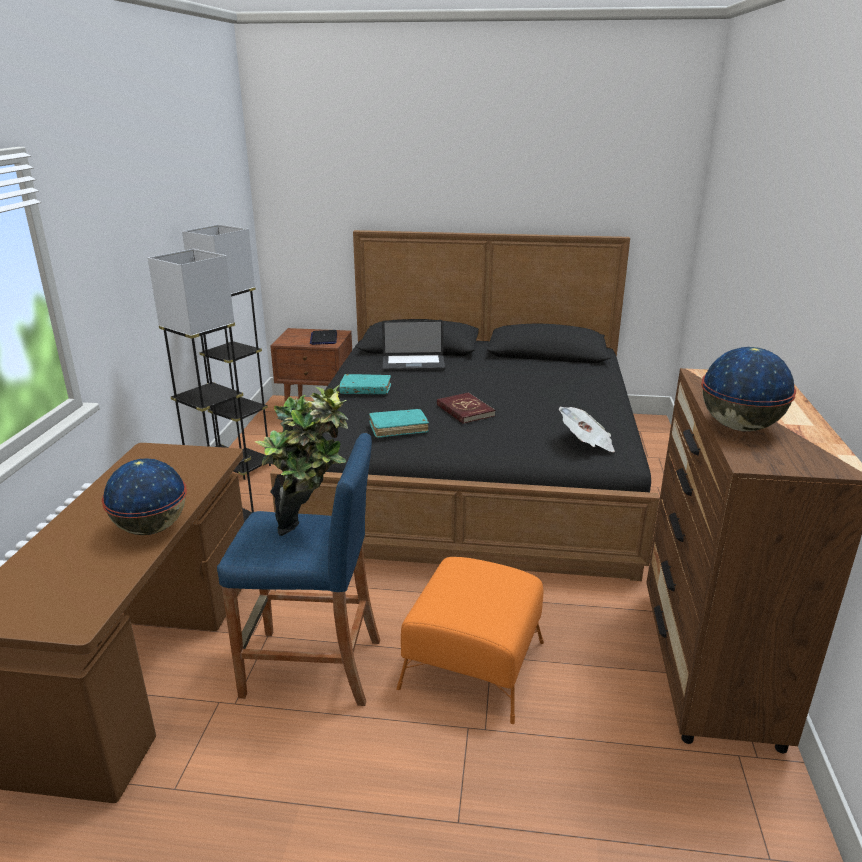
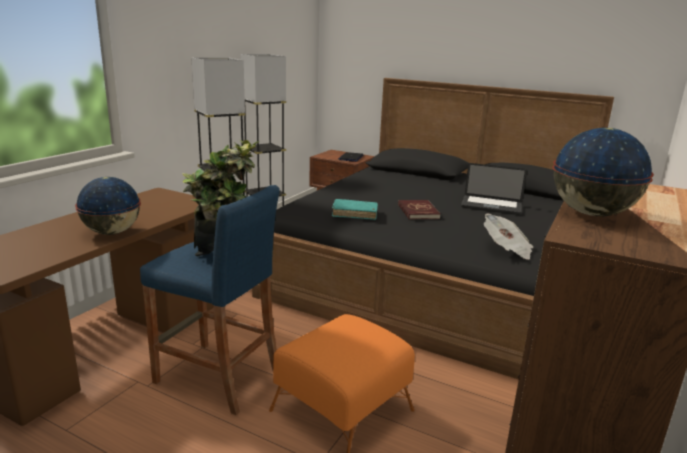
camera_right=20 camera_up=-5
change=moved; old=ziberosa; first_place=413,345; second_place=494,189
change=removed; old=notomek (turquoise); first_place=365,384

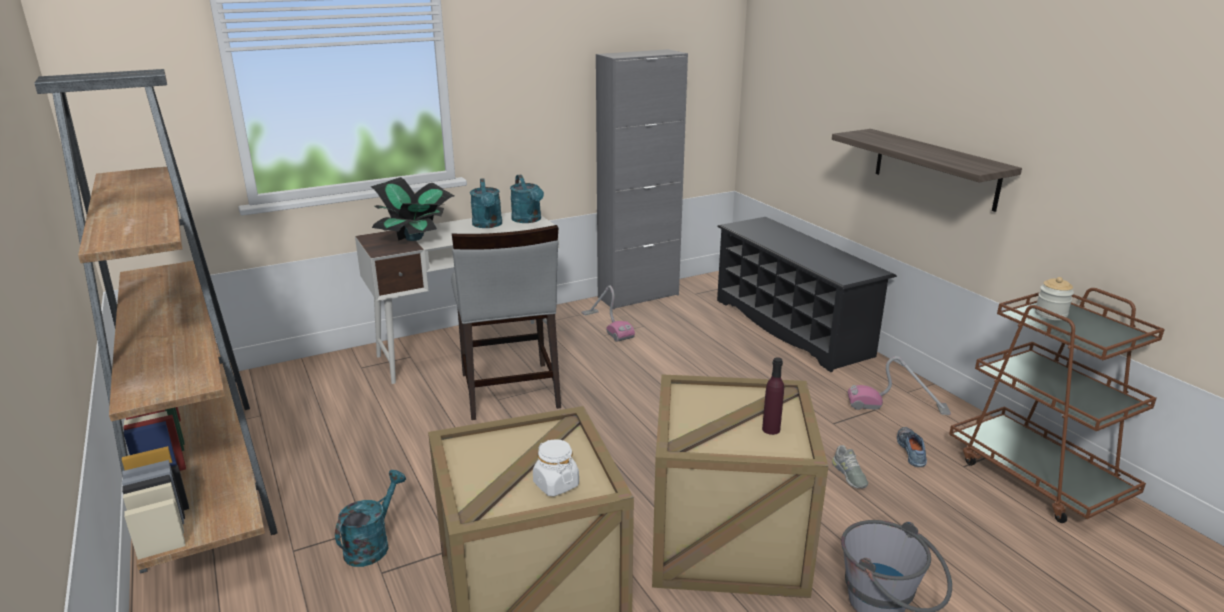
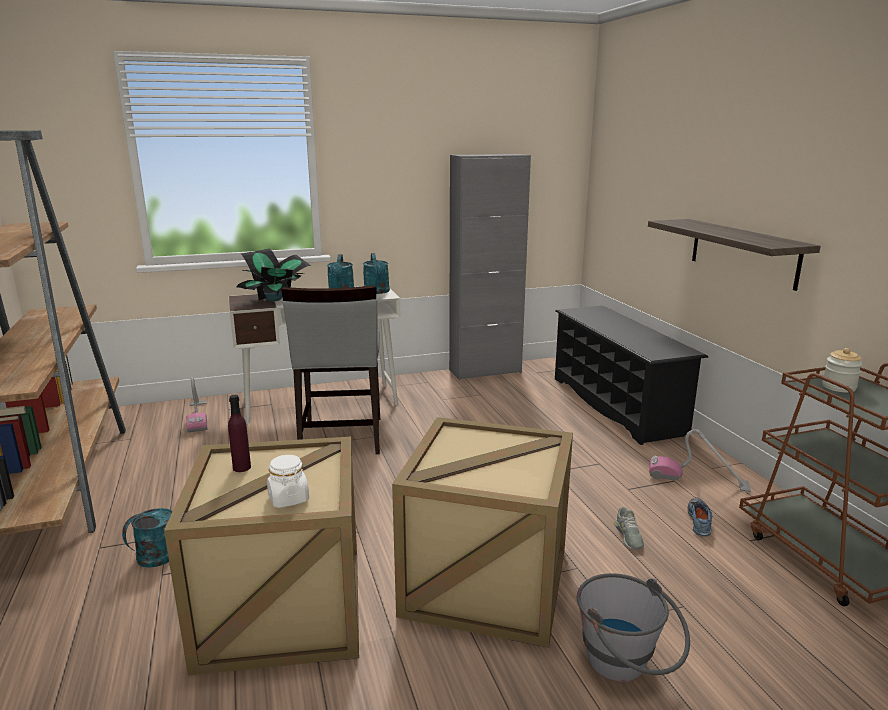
camera_right=10 camera_up=-5
change=moved; old=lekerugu; first_place=608,313; second_place=197,404
change=moved; old=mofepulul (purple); first_place=773,396; second_place=239,433

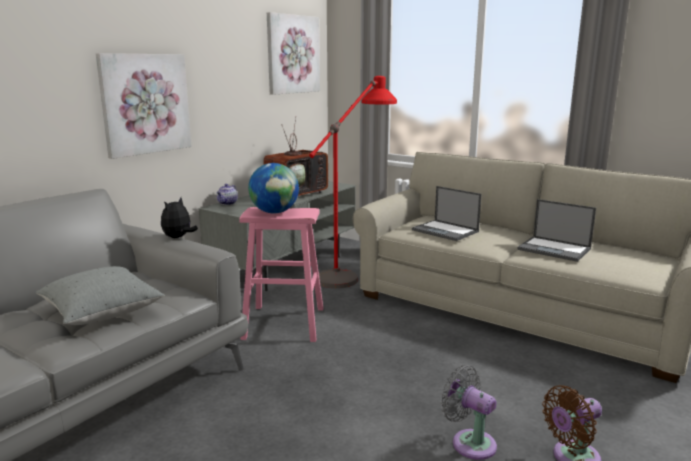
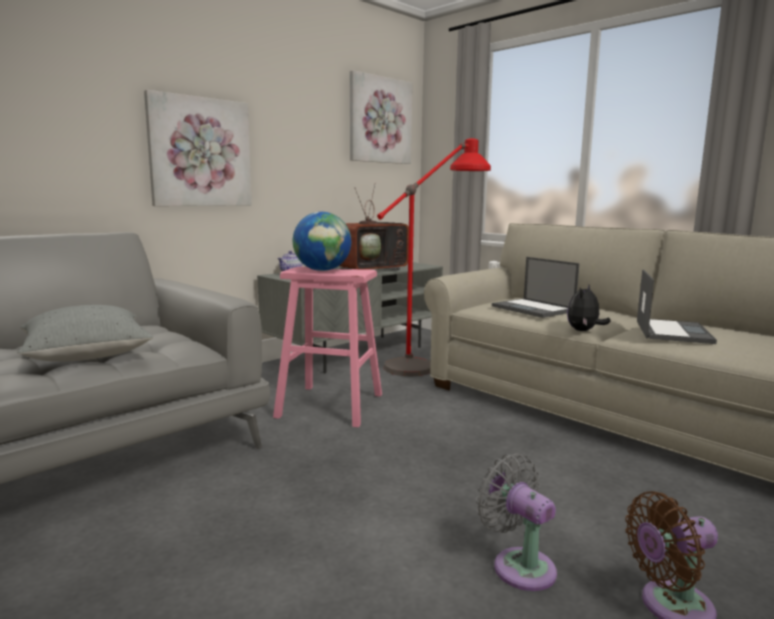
camera_right=10 camera_up=-5
change=moved; old=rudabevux; first_place=179,218; second_place=589,308
change=turned; old=ziberosa; first_place=556,230; second_place=677,307; degrees=-120

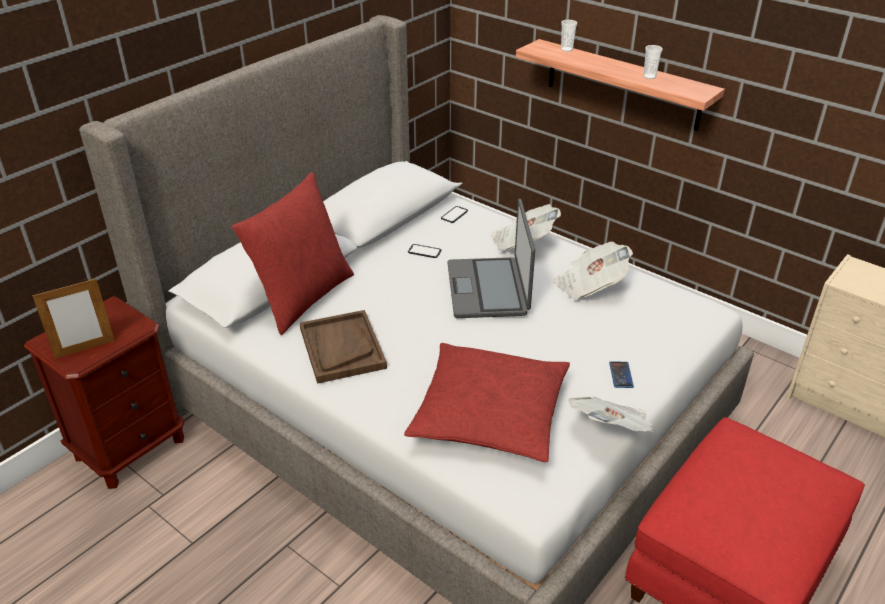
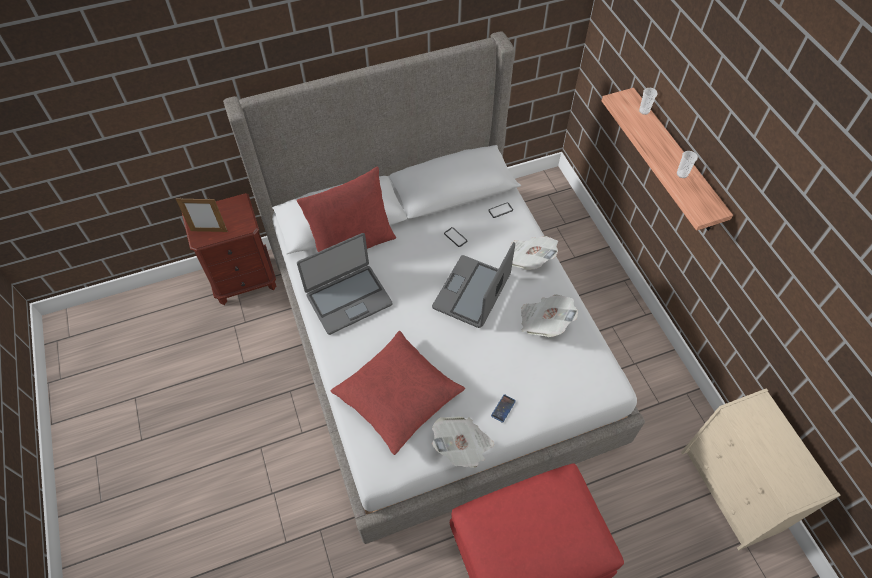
camera_right=30 camera_up=20
change=replaced; old=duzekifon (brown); new=ziberosa; first_place=343,347; second_place=345,284

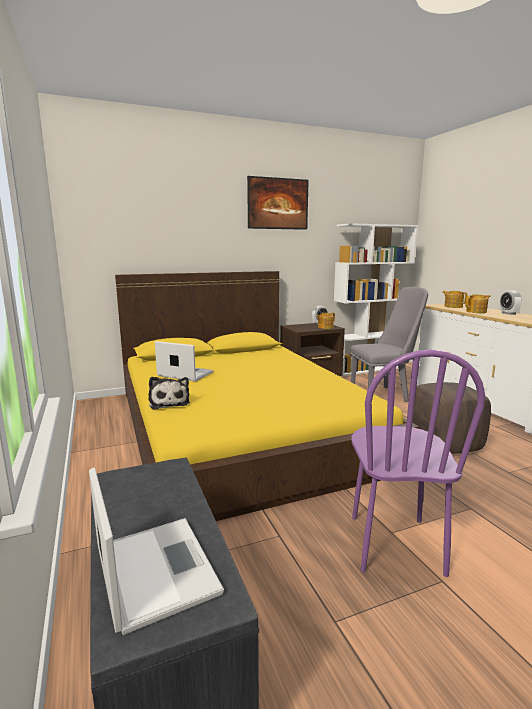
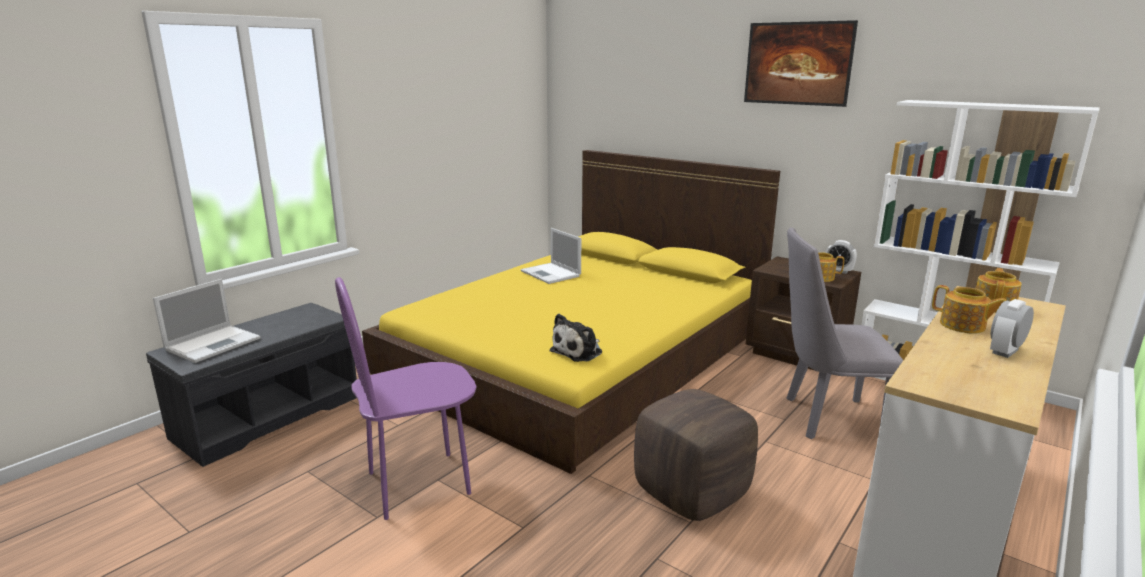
camera_right=60 camera_up=5
change=turned; old=ziberosa; first_place=184,361; second_place=551,256; degrees=150
change=moved; old=rudabevux; first_place=169,393; second_place=576,337
change=turned; old=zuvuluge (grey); first_place=389,344; second_place=844,333; degrees=135

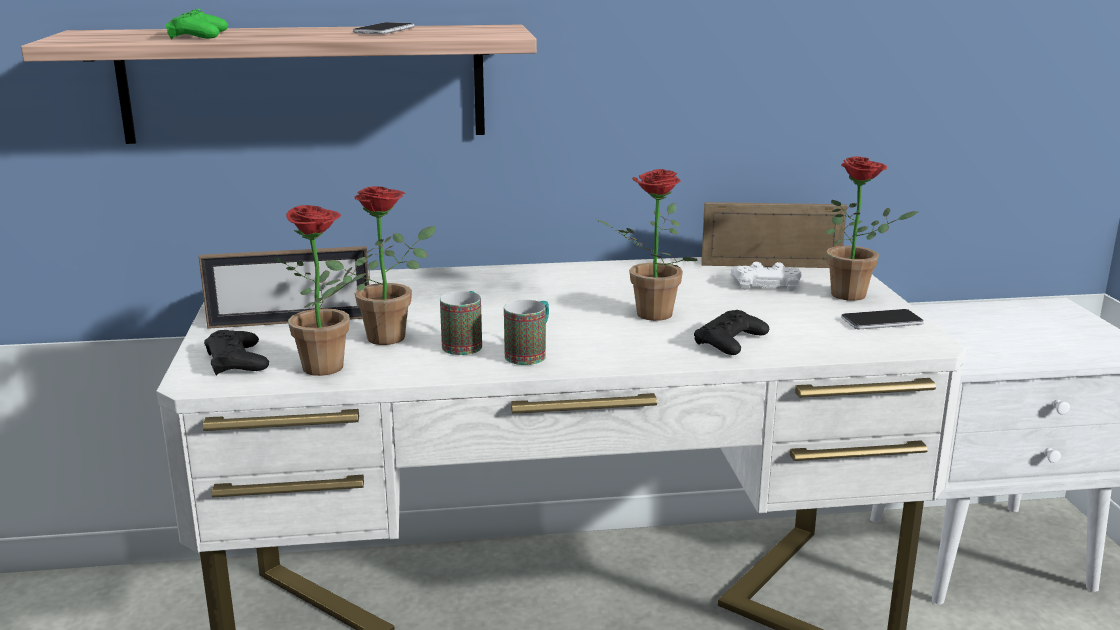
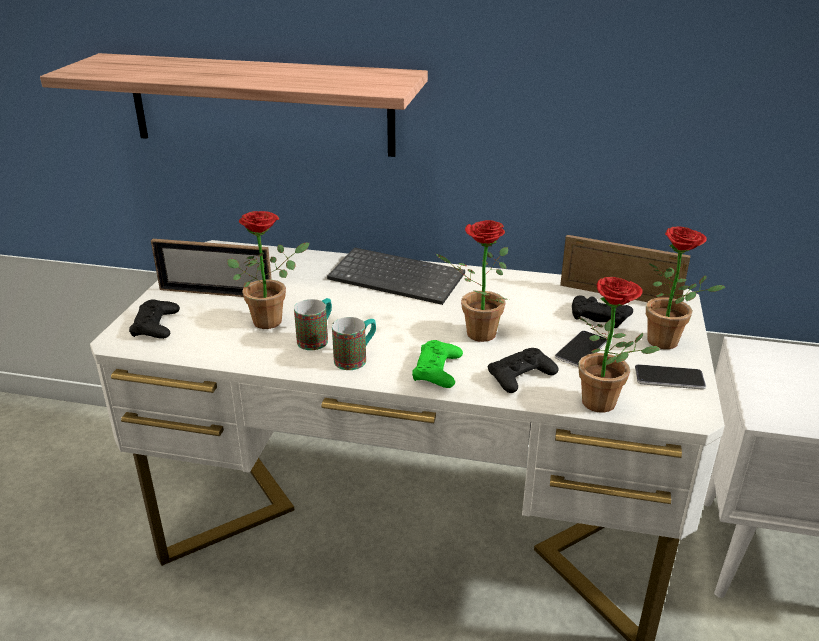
camera_right=20 camera_up=10
change=added; new=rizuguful; second_place=396,276
change=moved; old=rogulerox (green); first_place=197,24; second_place=437,364
change=moved; old=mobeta; first_place=383,28; second_place=581,349
change=recoloured; old=rogulerox (white); new=rogulerox (black); first_place=766,276; second_place=602,311
change=moved; old=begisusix; first_place=320,290; second_place=619,345

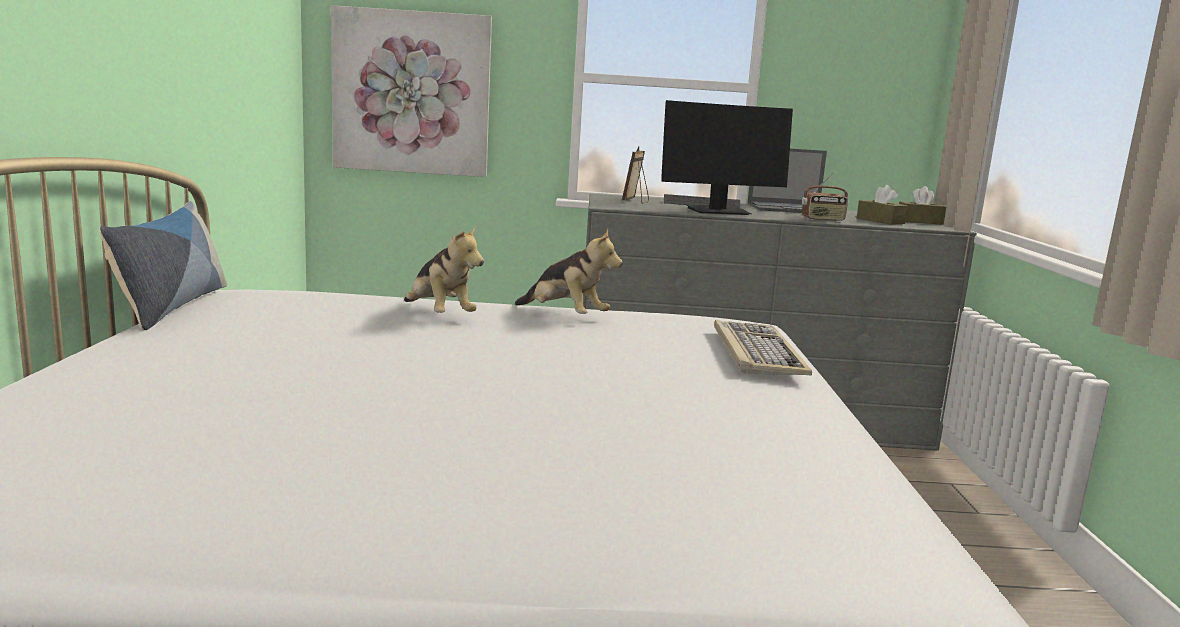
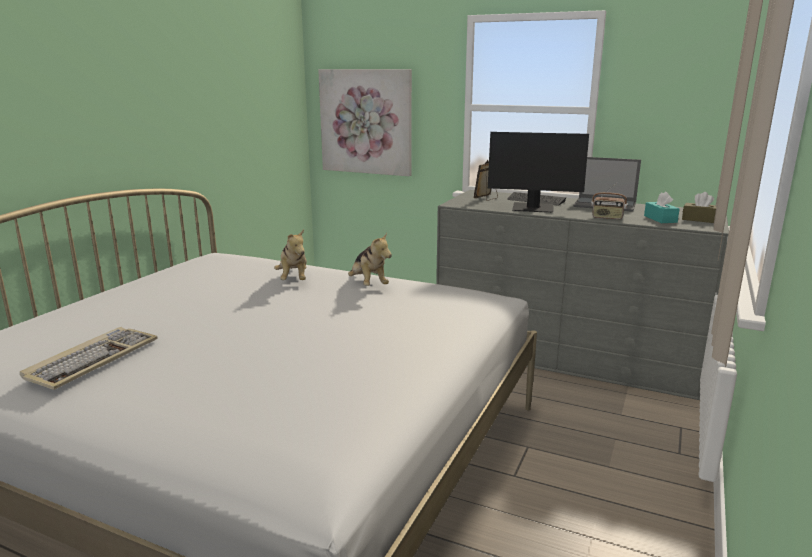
camera_right=25 camera_up=5
change=moved; old=rizuguful; first_place=763,347; second_place=89,358
change=recoloured; old=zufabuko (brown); new=zufabuko (turquoise); first_place=882,205; second_place=661,207
change=removed; old=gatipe; first_place=163,266

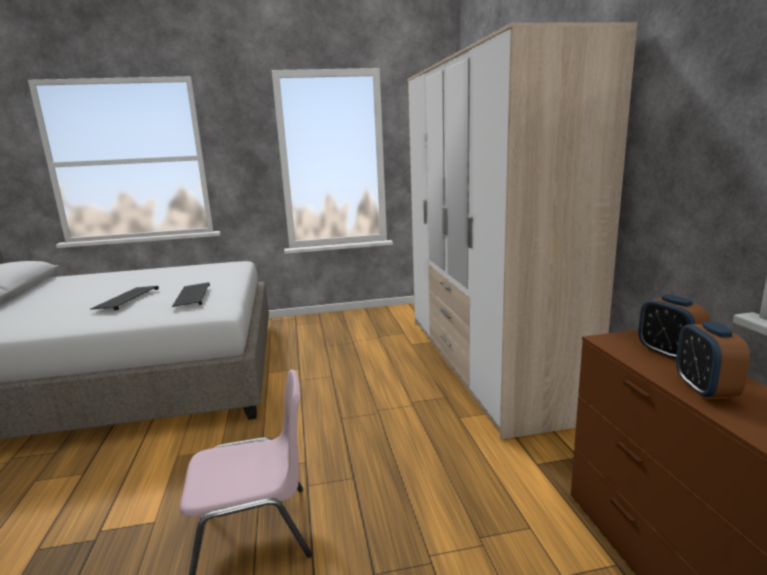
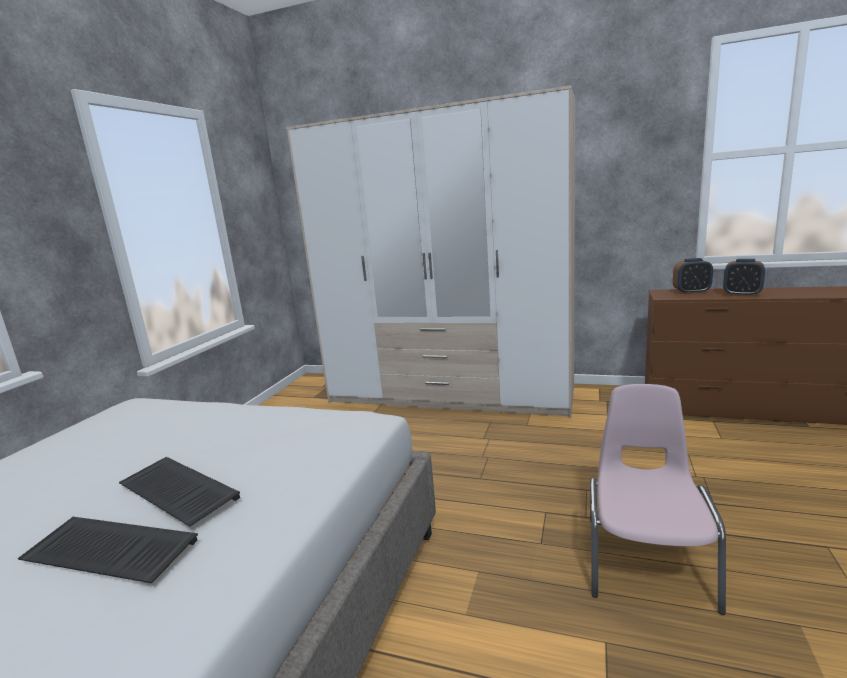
camera_right=-60 camera_up=0
change=moved; old=rizuguful; first_place=191,294; second_place=108,550

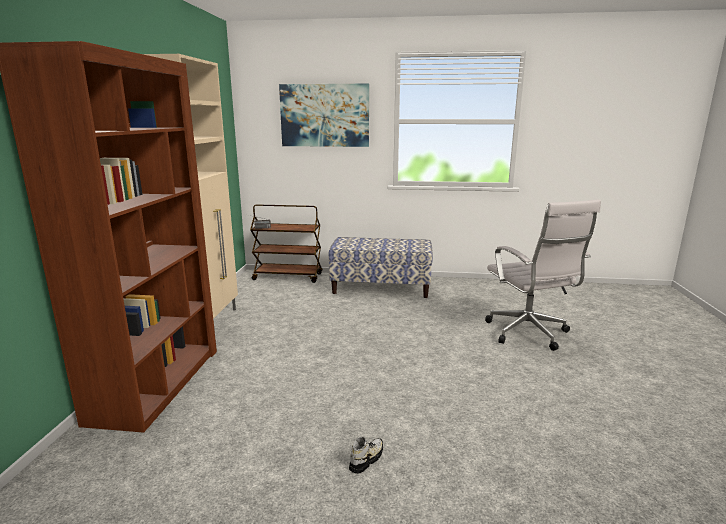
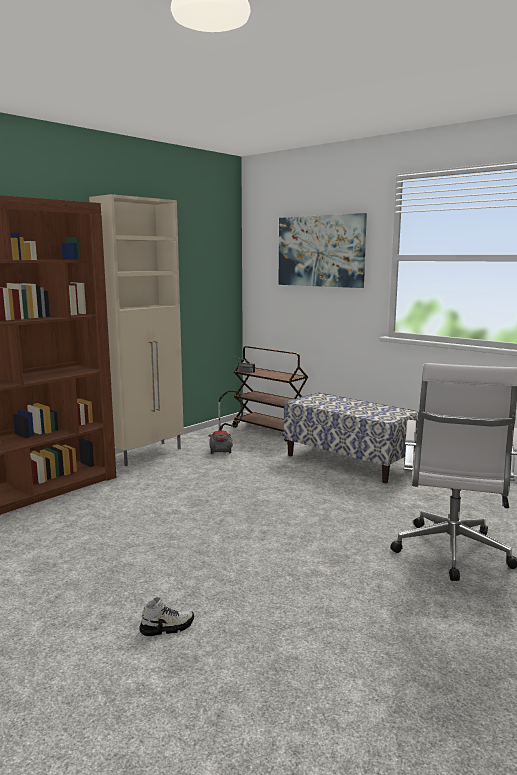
camera_right=35 camera_up=-5
change=moved; old=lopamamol; first_place=366,455; second_place=166,616
change=added; new=lekerugu; second_place=226,422

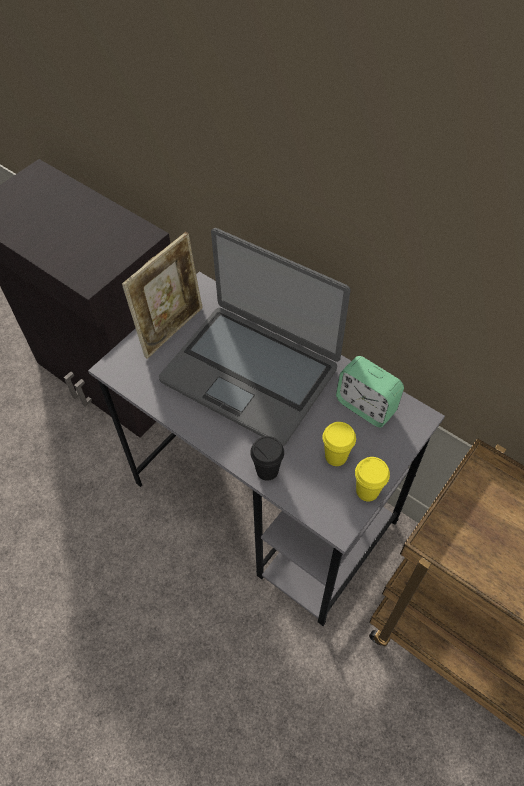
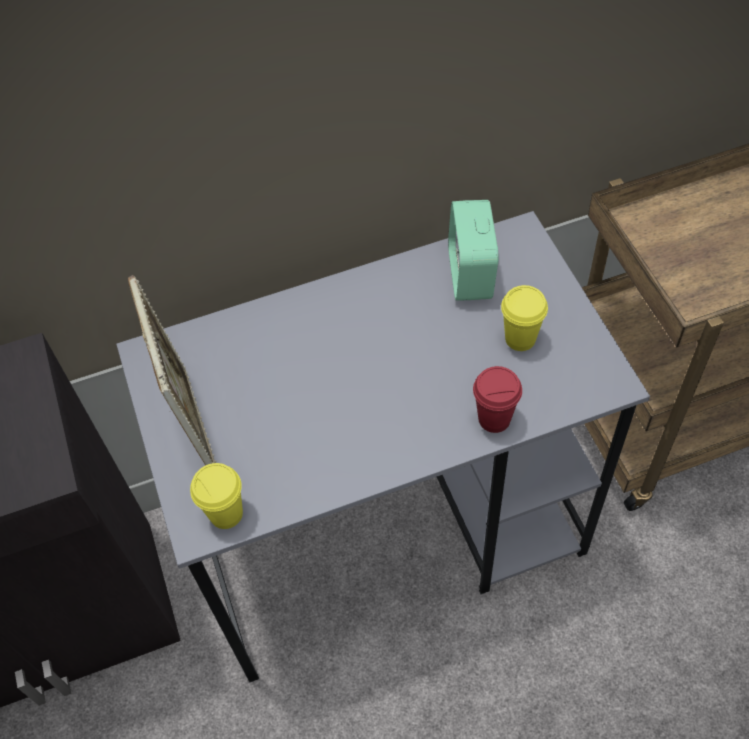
camera_right=-55 camera_up=0
change=moved; old=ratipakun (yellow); first_place=372,479; second_place=216,496
change=turned; old=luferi; first_place=370,391; second_place=473,250; degrees=105
change=recoloured; old=ratipakun (black); new=ratipakun (red); first_place=267,458; second_place=497,399
change=removed; old=ziberosa; first_place=254,337

